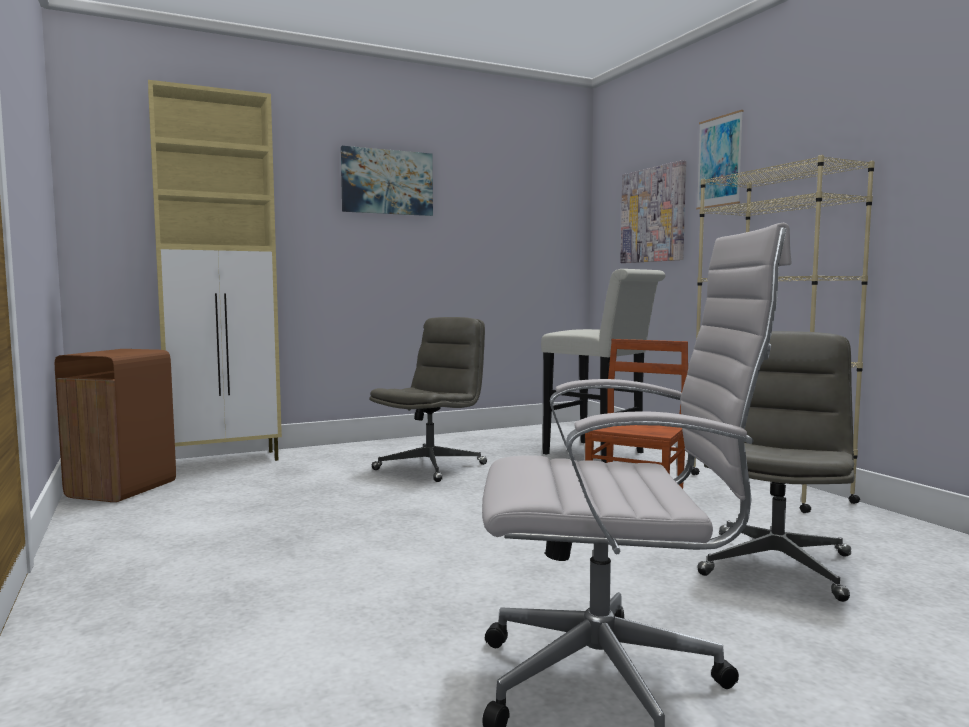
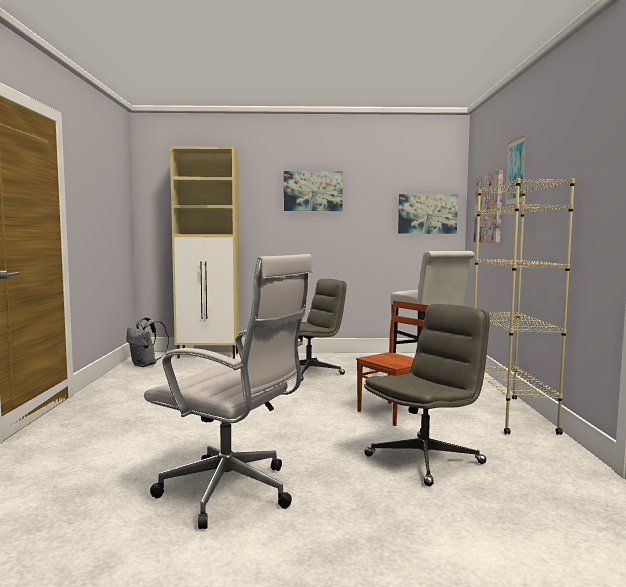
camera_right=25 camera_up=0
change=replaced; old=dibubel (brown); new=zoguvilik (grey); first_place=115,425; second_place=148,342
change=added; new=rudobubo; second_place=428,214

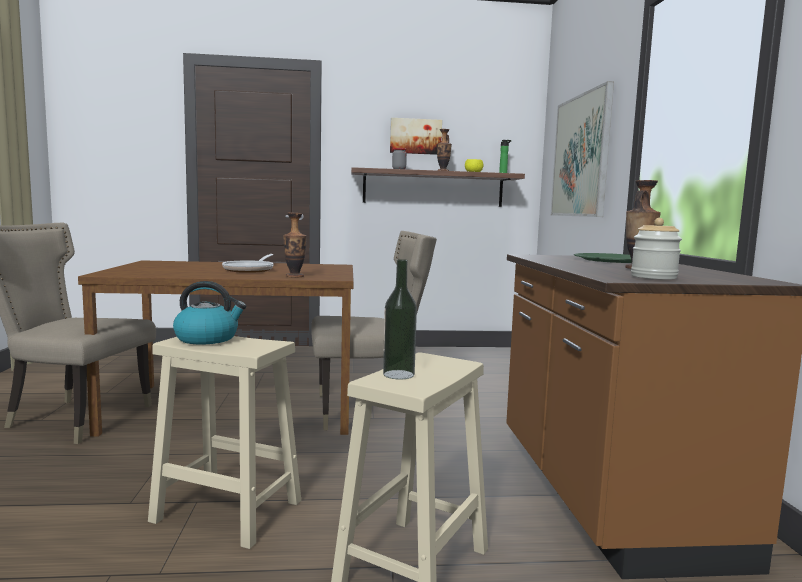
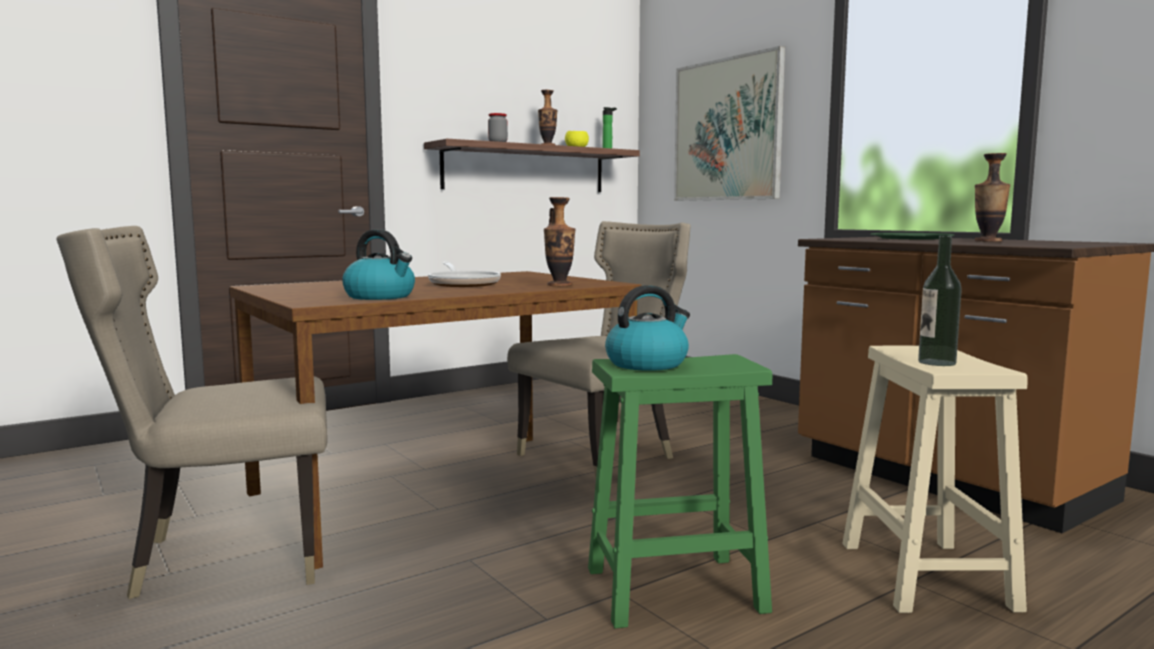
camera_right=-30 camera_up=0
change=added; new=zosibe; second_place=378,264
change=recoloured; old=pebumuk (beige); new=pebumuk (green); first_place=224,442; second_place=680,491
change=removed; old=rudobubo; first_place=416,136
change=removed; old=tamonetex; first_place=656,248

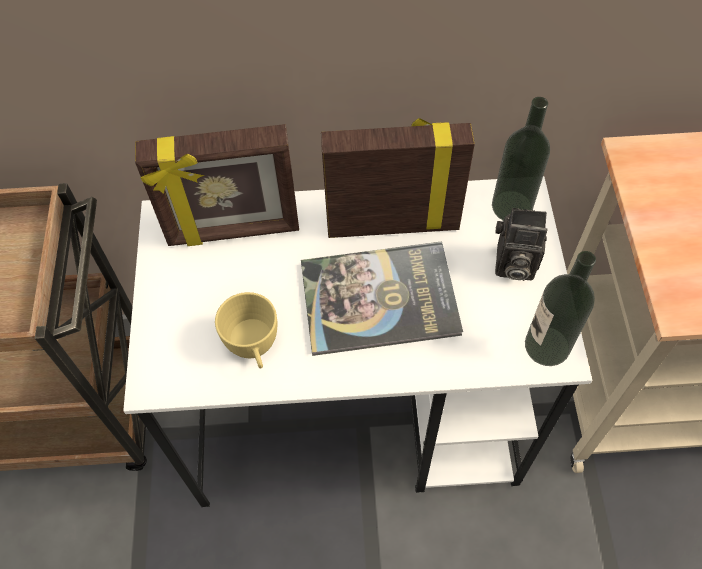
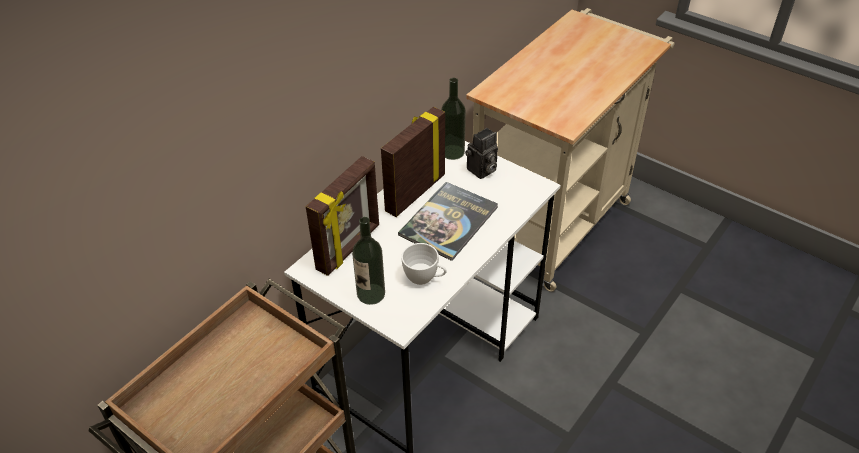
camera_right=-50 camera_up=-15
change=moved; old=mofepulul; first_place=560,308; second_place=368,261
change=recoloured; old=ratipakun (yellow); new=ratipakun (white); first_place=246,330; second_place=423,264

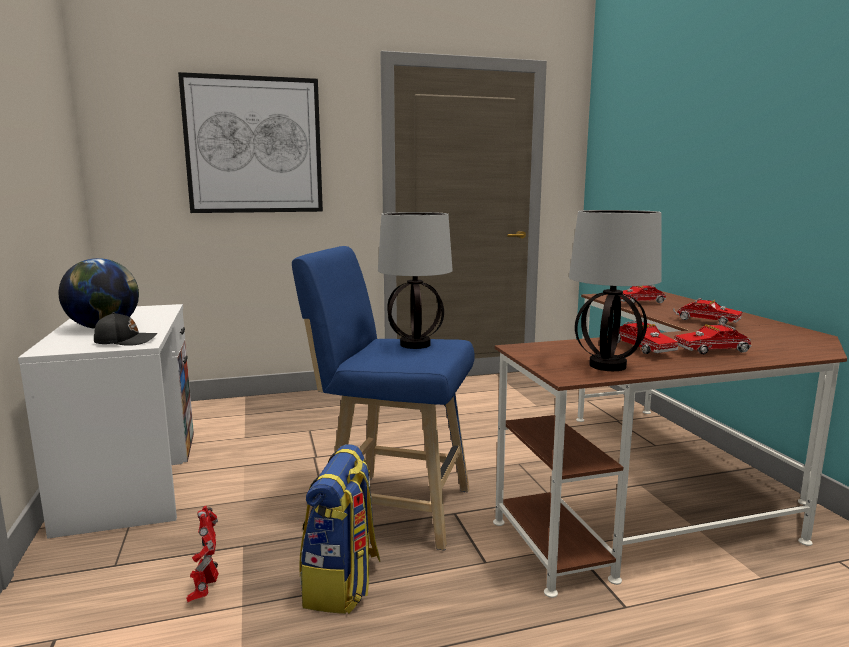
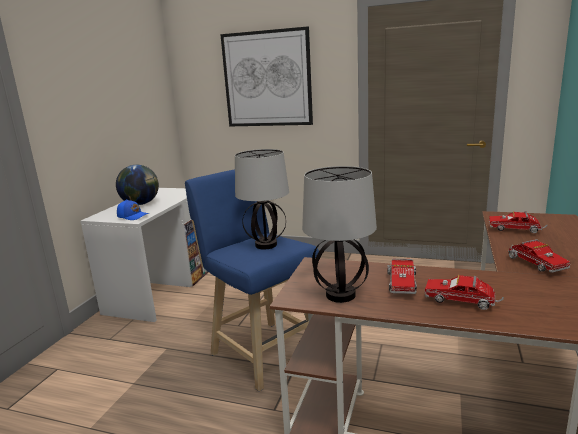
camera_right=35 camera_up=5
change=recoloured; old=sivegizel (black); new=sivegizel (blue); first_place=125,329; second_place=133,209
change=removed; old=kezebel; first_place=202,554
change=removed; old=zoguvilik; first_place=340,529

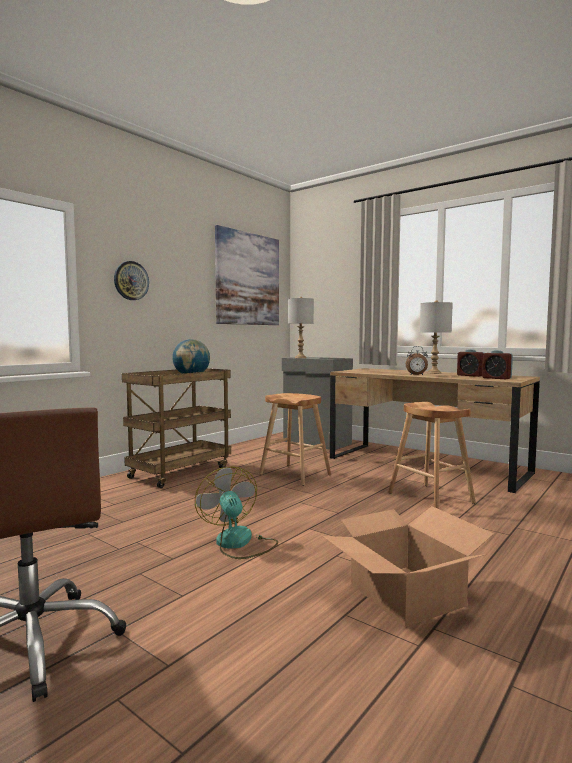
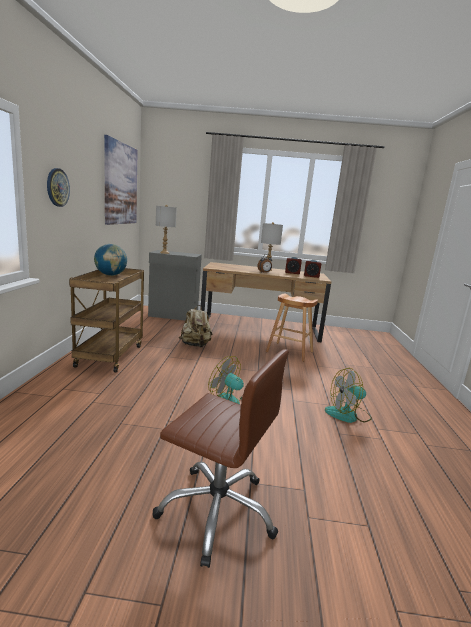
camera_right=-35 camera_up=10
change=replaced; old=pebumuk (brown); new=zoguvilik (beige); first_place=295,439; second_place=195,326
change=replaced; old=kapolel; new=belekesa; first_place=408,566; second_place=348,395

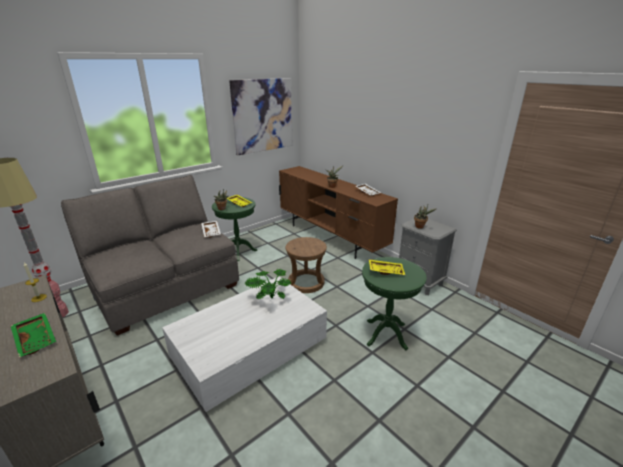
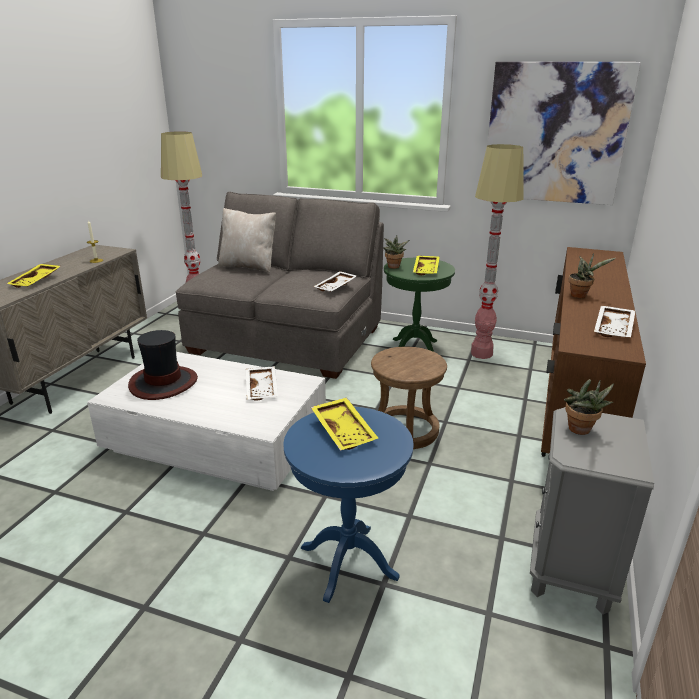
camera_right=60 camera_up=0
change=recoloured; old=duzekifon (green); new=duzekifon (yellow); first_place=33,335; second_place=34,276
change=added; new=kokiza; second_place=163,365
change=added; new=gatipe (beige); second_place=247,240
change=replaced; old=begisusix; new=duzekifon (white); first_place=267,284; second_place=262,383
change=recoloured; old=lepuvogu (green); new=lepuvogu (blue); first_place=394,303; second_place=348,505
change=added; new=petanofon; second_place=497,251

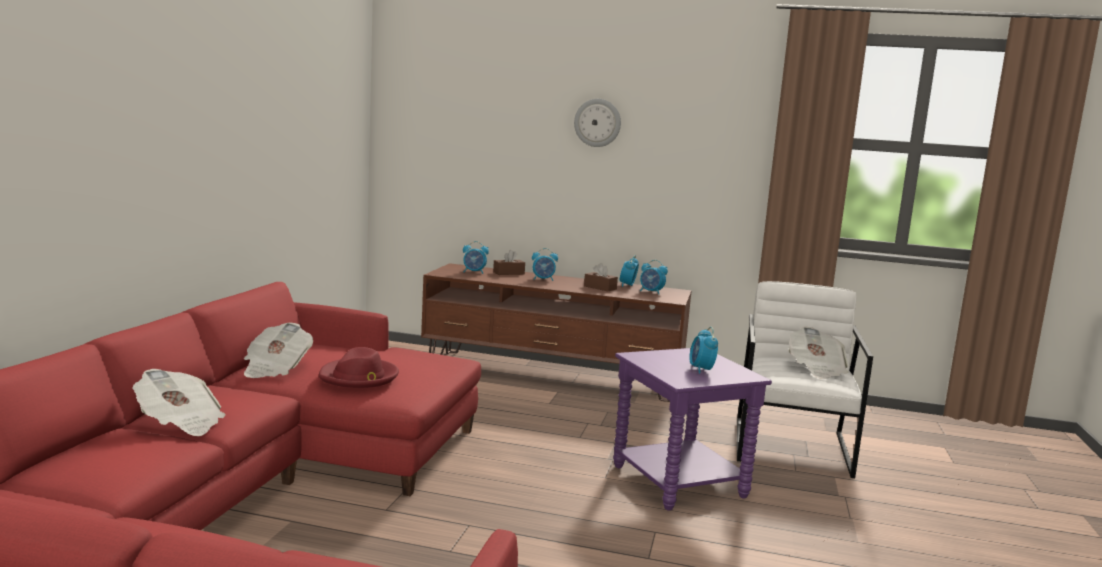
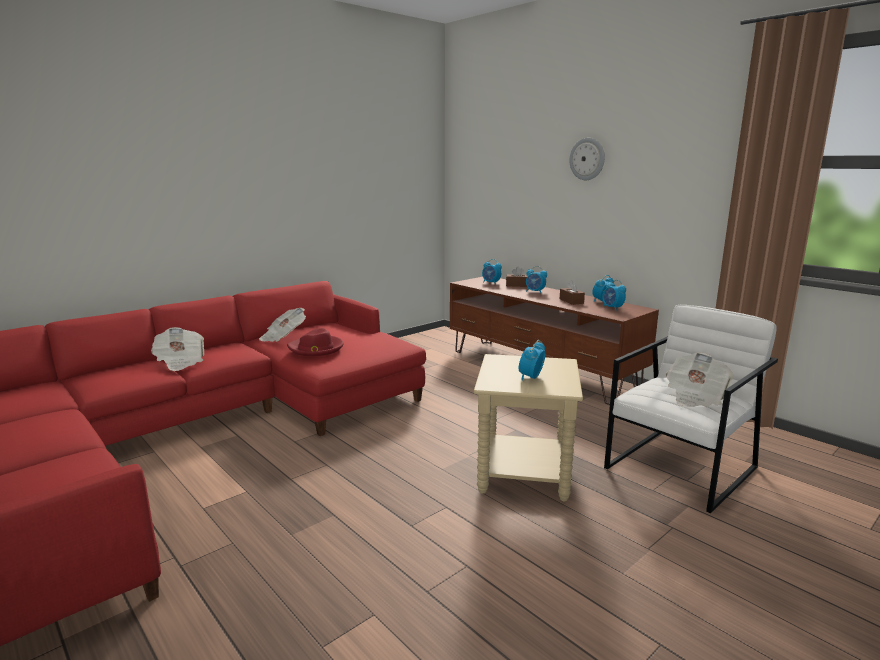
camera_right=35 camera_up=5
change=recoloured; old=lepuvogu (purple); new=lepuvogu (beige); first_place=692,429; second_place=528,428

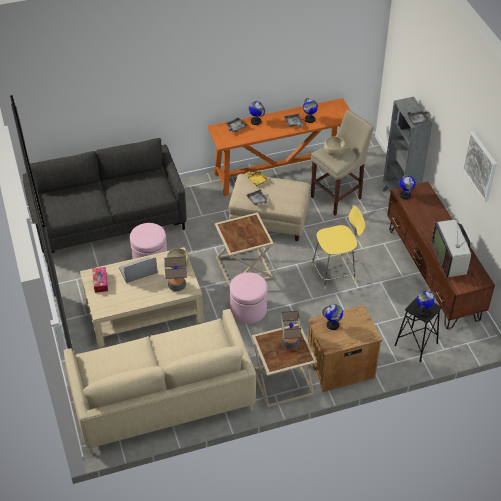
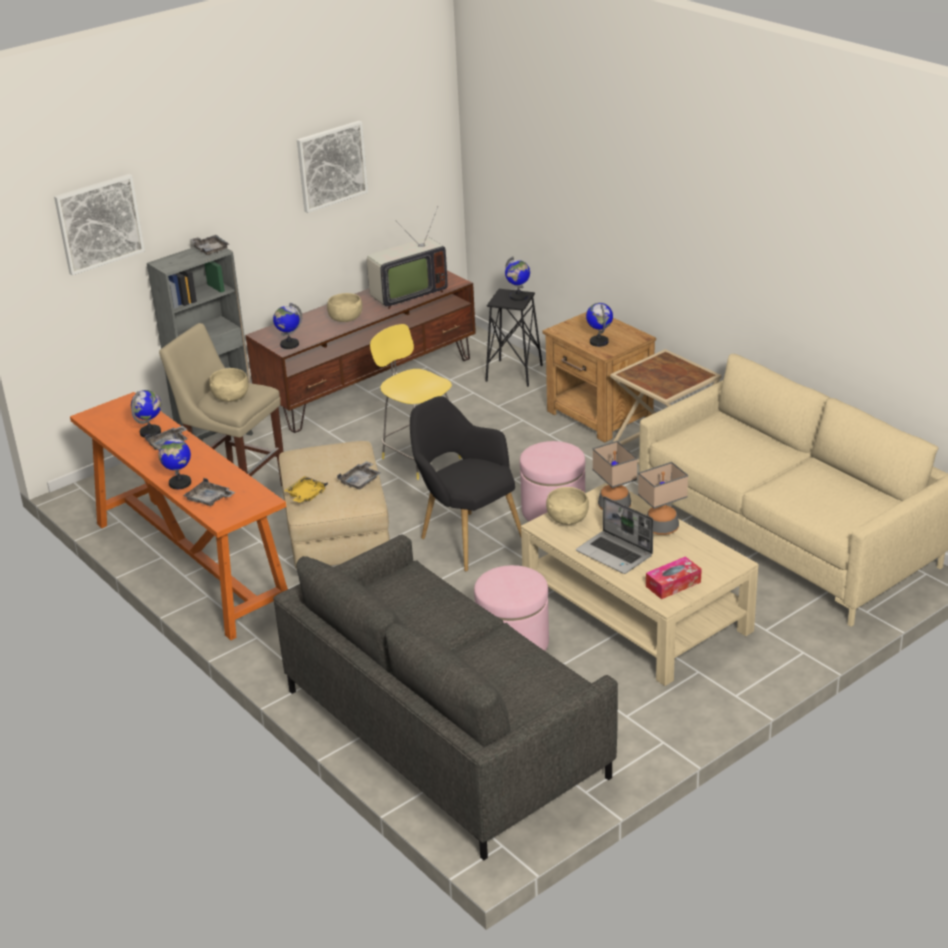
camera_right=-110 camera_up=-15
change=added; new=rudobubo; second_place=99,225
change=added; new=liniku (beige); second_place=344,307
change=replaced; old=lepuvogu (beige); new=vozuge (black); first_place=244,250; second_place=465,483
change=moved; old=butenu; first_place=291,330; second_place=663,498

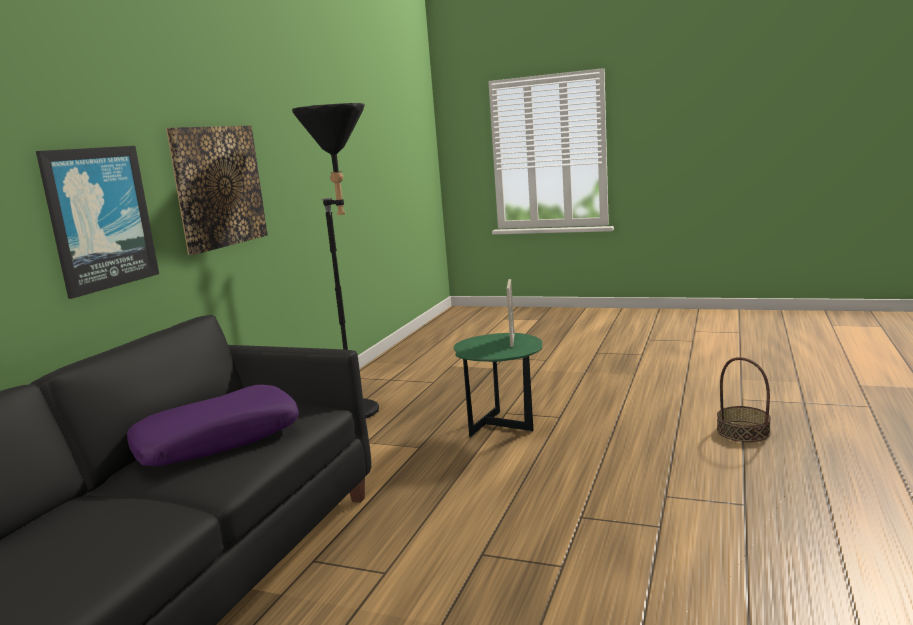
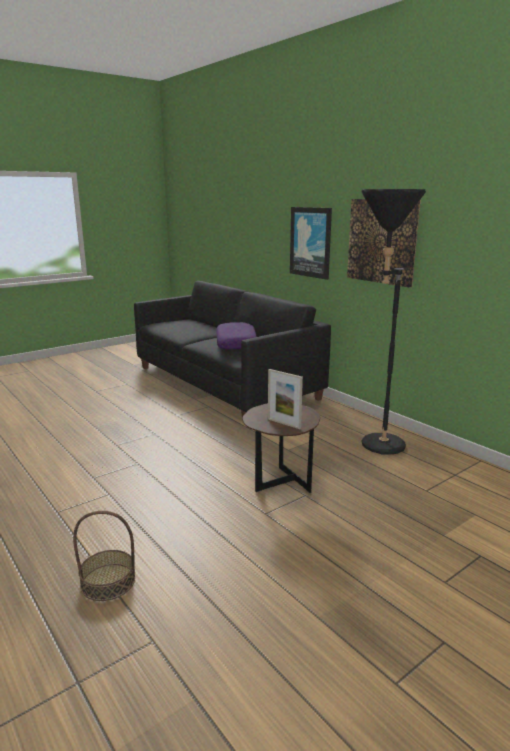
camera_right=120 camera_up=5
change=recoloured; old=lepuvogu (green); new=lepuvogu (brown); first_place=498,385; second_place=281,448

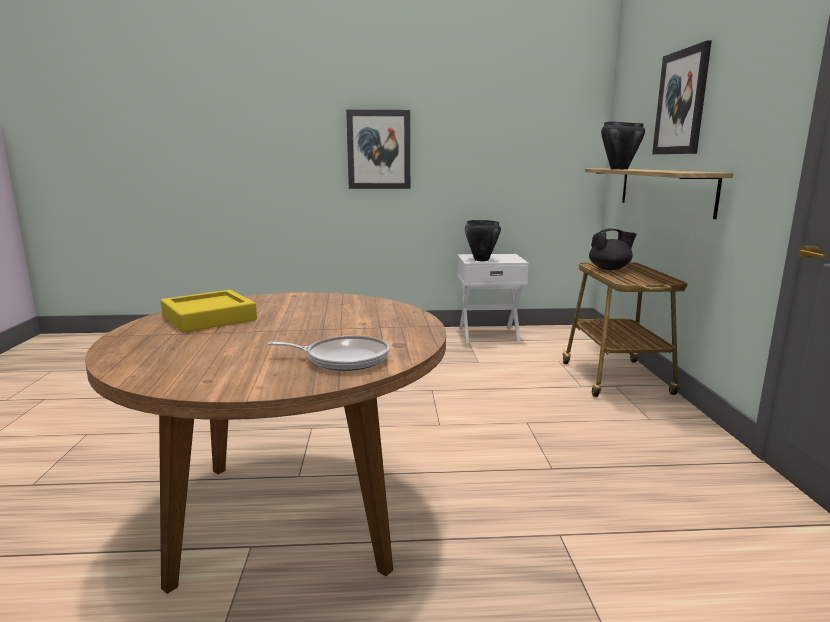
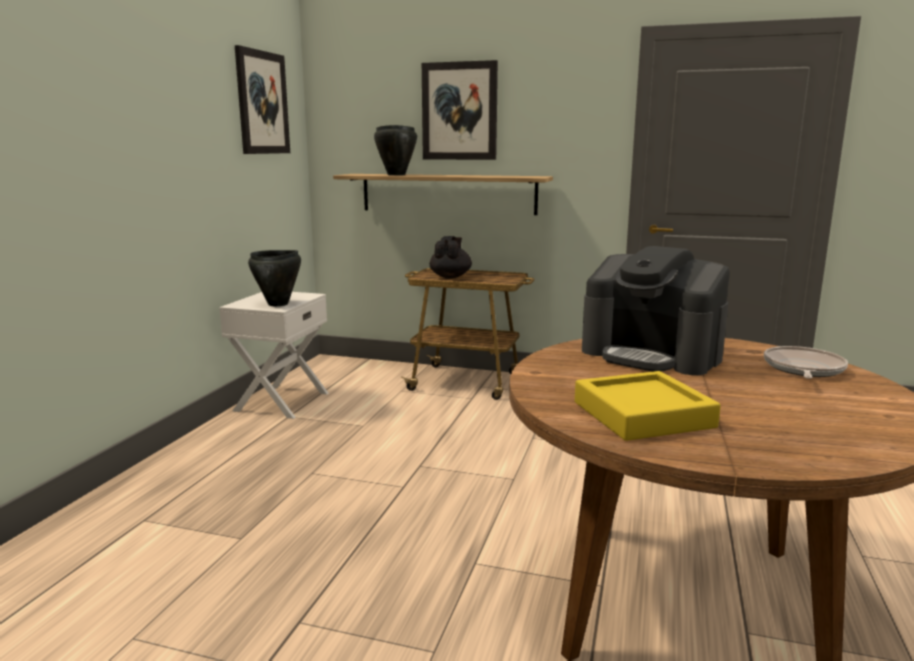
camera_right=-70 camera_up=0
change=moved; old=rudobubo; first_place=378,149; second_place=262,99
change=added; new=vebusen; second_place=656,310

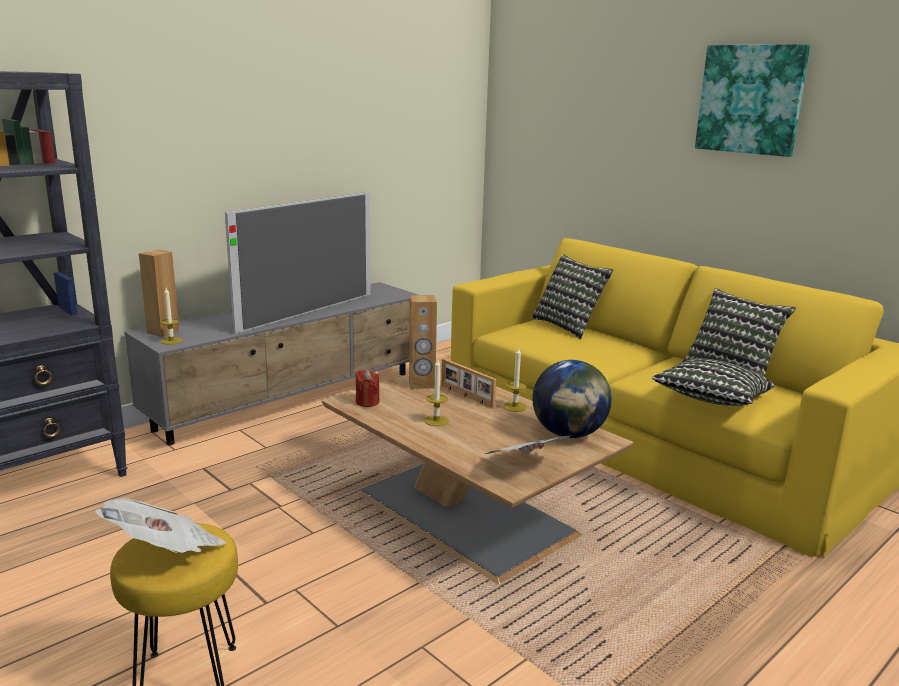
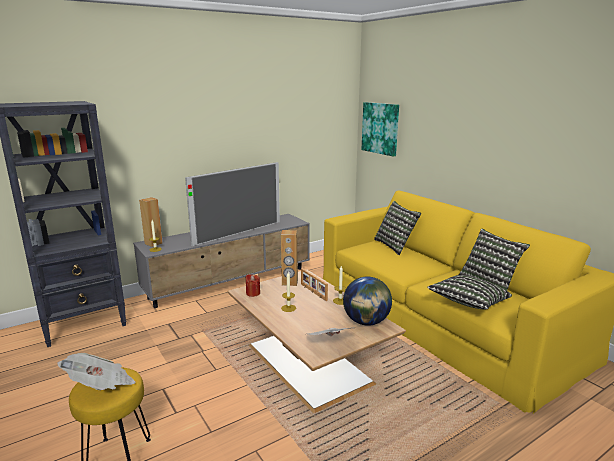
camera_right=10 camera_up=0
change=moved; old=rudobubo; first_place=752,100; second_place=380,129

